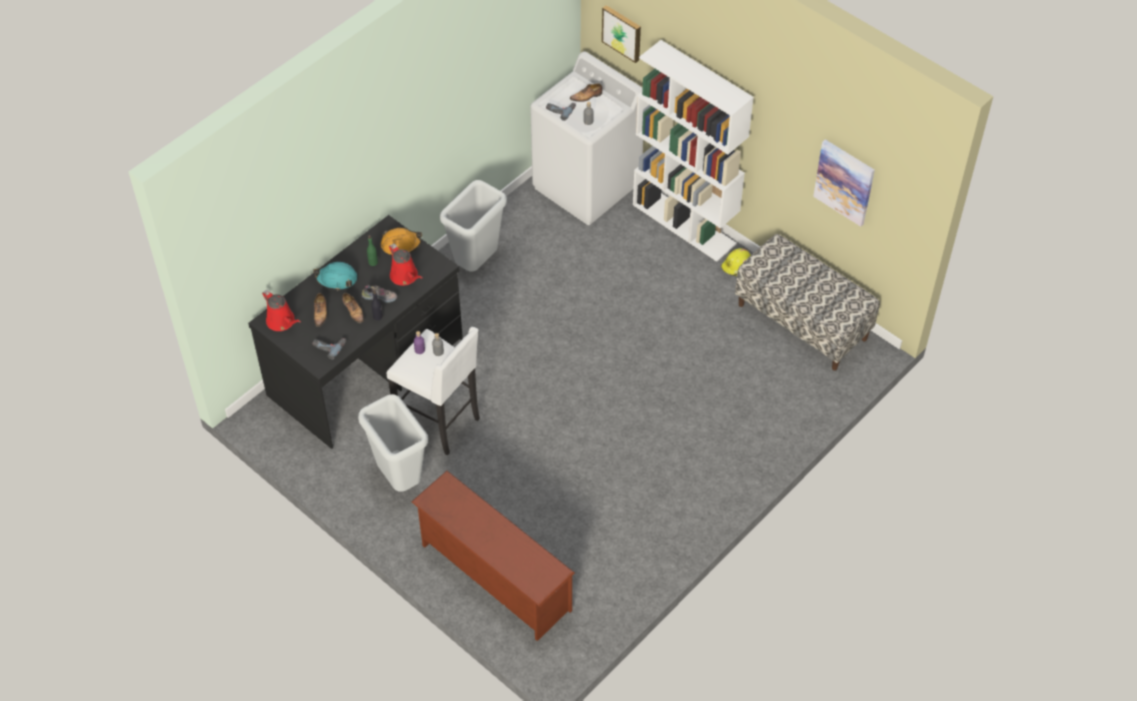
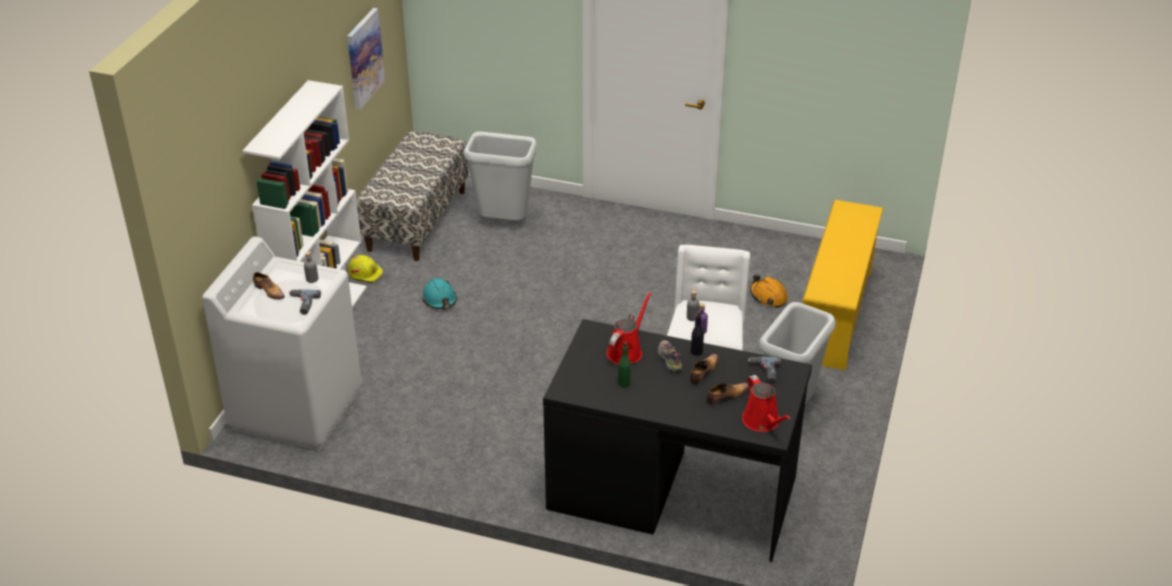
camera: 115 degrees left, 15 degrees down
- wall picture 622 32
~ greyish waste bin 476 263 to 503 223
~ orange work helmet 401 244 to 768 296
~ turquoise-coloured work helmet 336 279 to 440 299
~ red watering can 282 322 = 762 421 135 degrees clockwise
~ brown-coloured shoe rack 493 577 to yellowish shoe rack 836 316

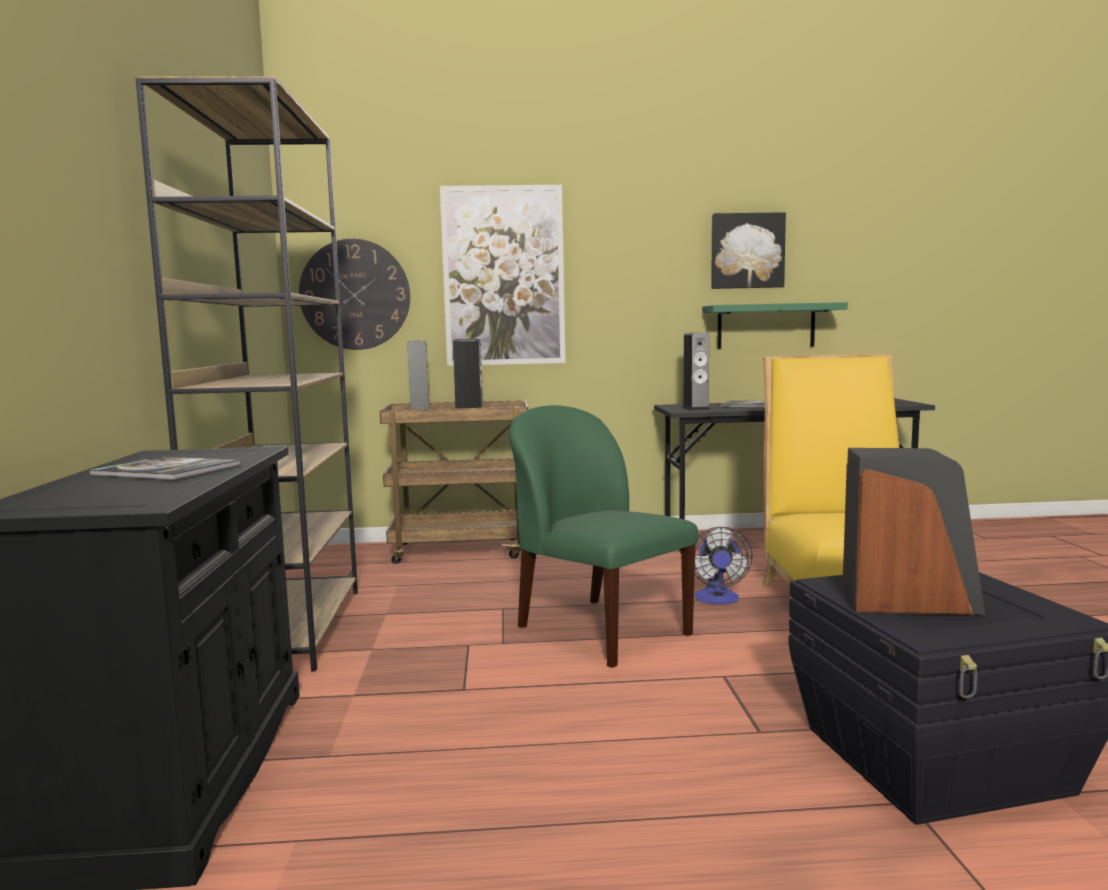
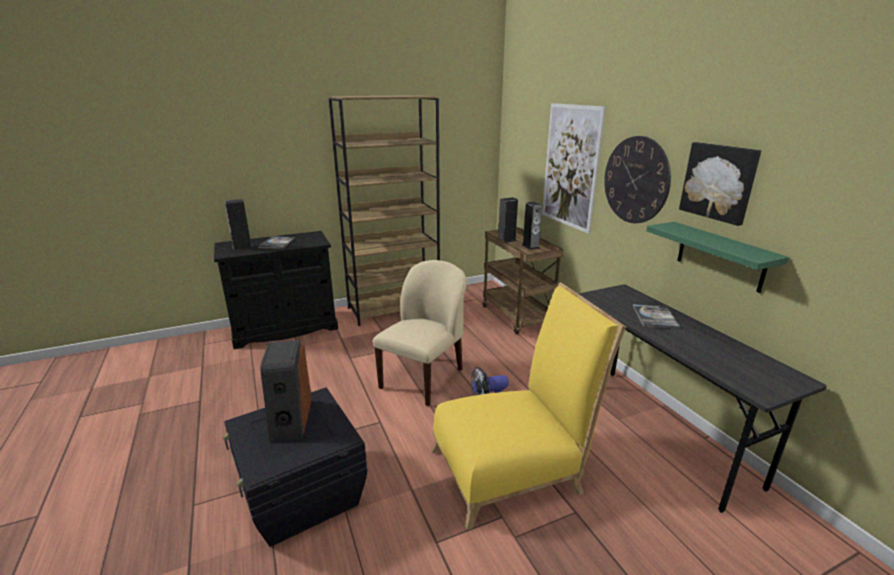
camera: 70 degrees right, 15 degrees up
~ hanging clock 355 294 to 636 180
~ loudspeaker 695 408 to 242 247
~ greenish plain chair 600 630 to sand-coloured plain chair 423 378

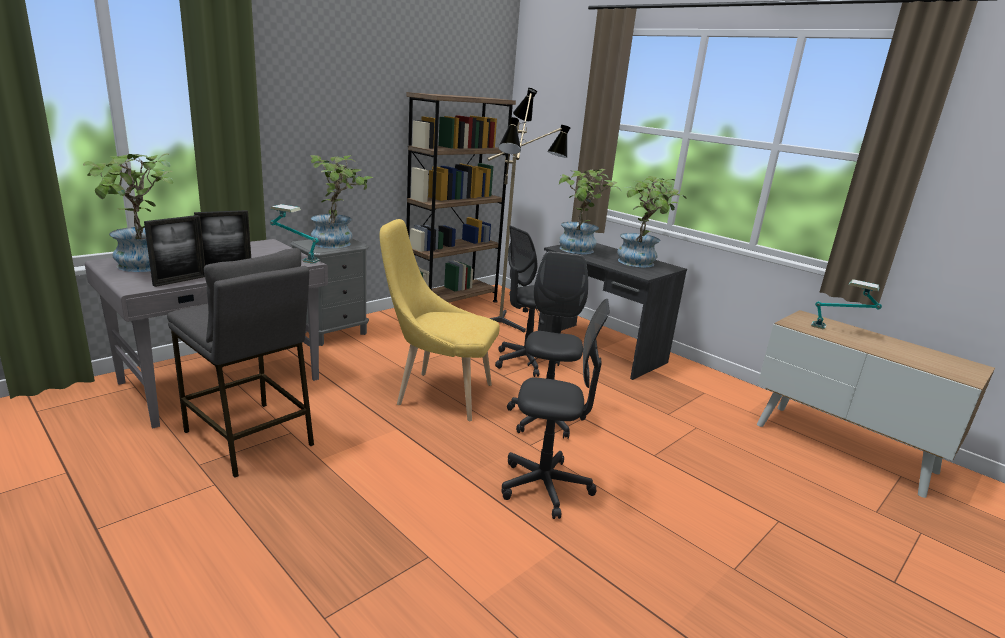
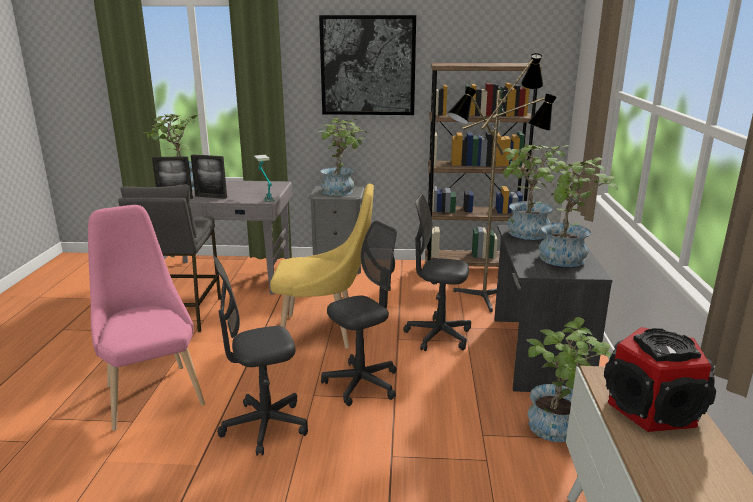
camera: 50 degrees right, 0 degrees up
~ yellowish plain chair 438 394 = 324 333 120 degrees clockwise
~ lamp for a table 839 331 to loudspeaker 652 408
~ greyish desk chair 545 487 = 265 426 105 degrees clockwise
+ wall picture 368 66
+ pink-coloured plain chair 151 392
+ potted plant 558 431

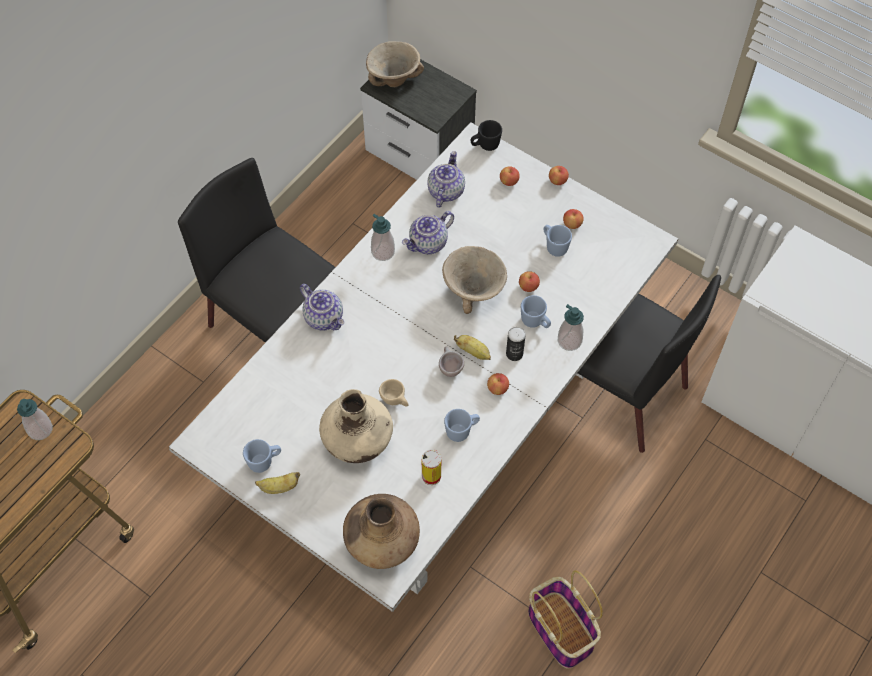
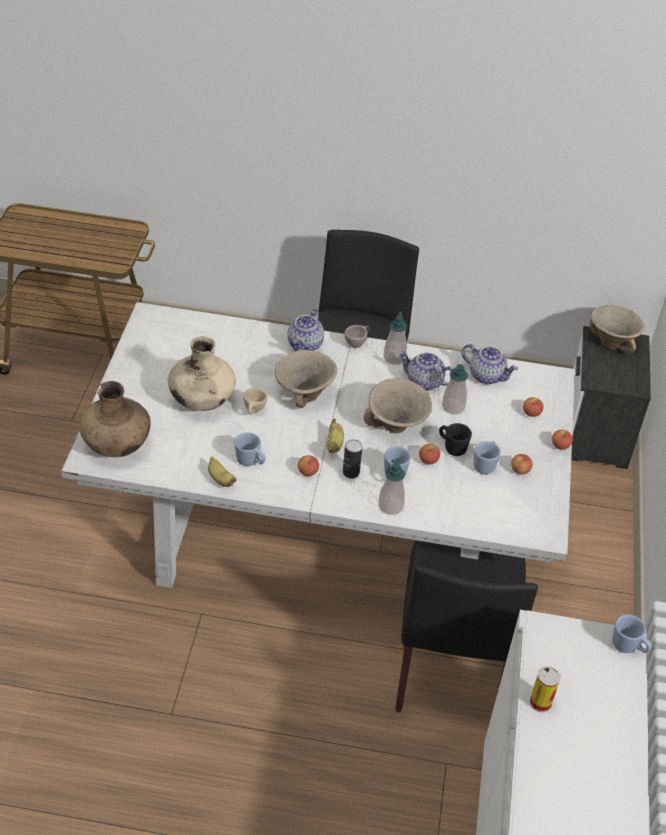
camera: 60 degrees right, 15 degrees down
~ black tea mug 485 145 to 452 447
~ teapot 445 191 = 487 376 45 degrees clockwise
~ sand-coloured cup 449 368 to 357 343
~ soap dispenser 40 429 to 453 407
~ bluish tea mug 264 461 to 628 647
~ can 431 476 to 540 702
~ whole banana 279 487 to 220 479
- storage basket 561 630
+ sand-coloured serving bowl 303 394

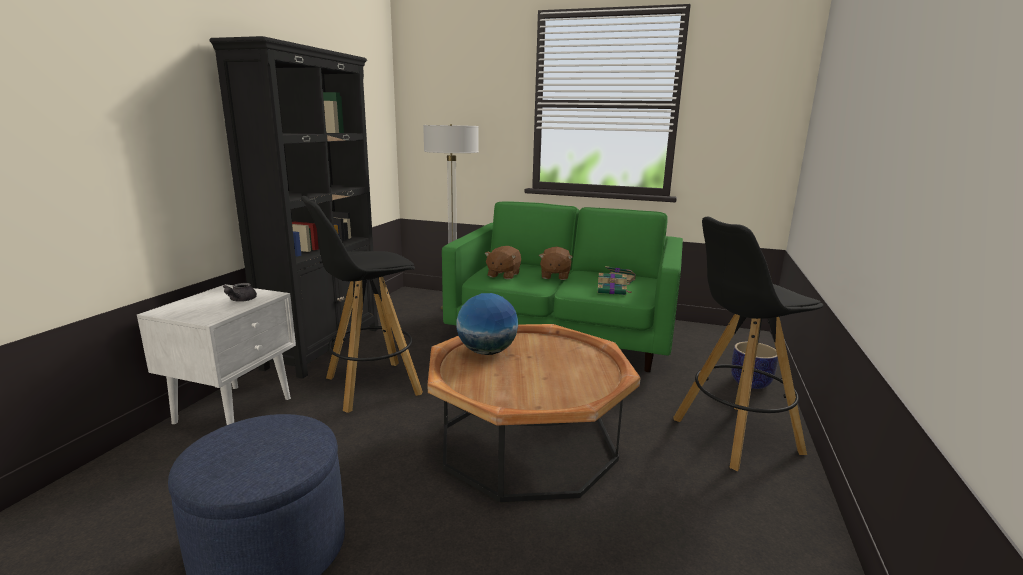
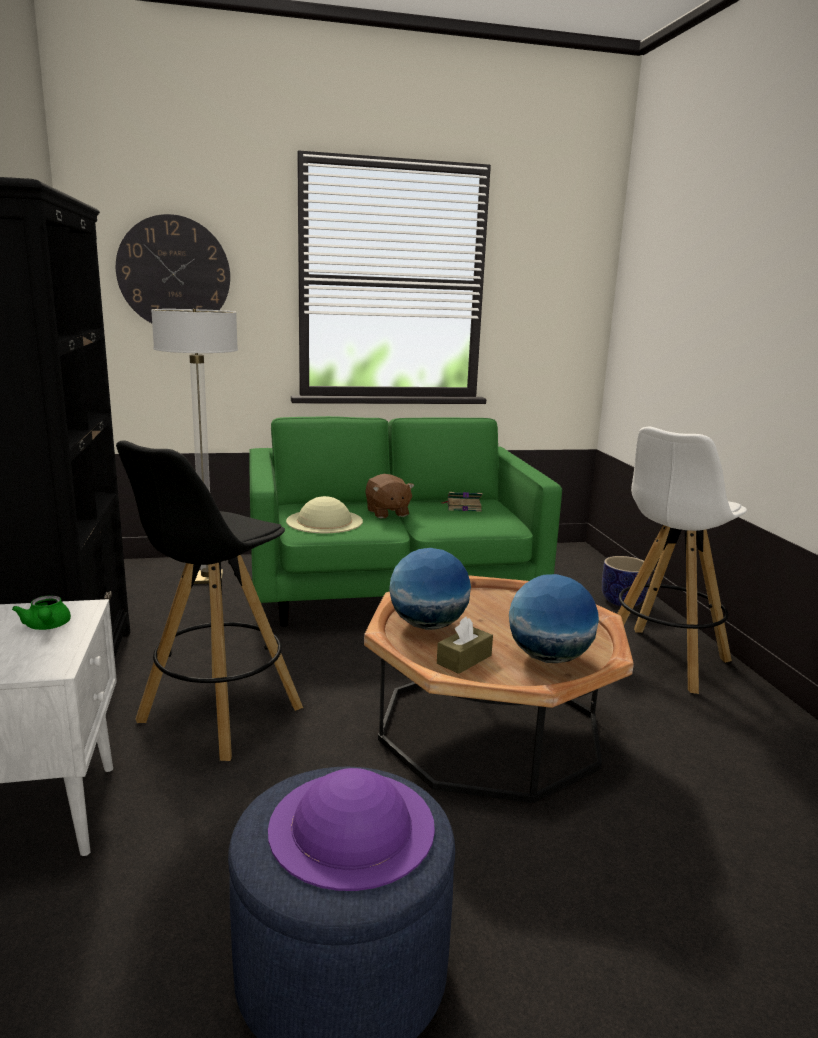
camera: 30 degrees left, 0 degrees up
~ black stool seat 734 436 to white stool seat 662 660
~ brown-coloured cuddly toy 503 275 to sand-coloured wearable hat 324 521
- bound book 612 291
~ greyish teapot 240 300 to greenish teapot 46 627
+ hanging clock 174 273
+ globe 548 657
+ brown-coloured tissue holder 464 659
+ purplish wearable hat 352 826

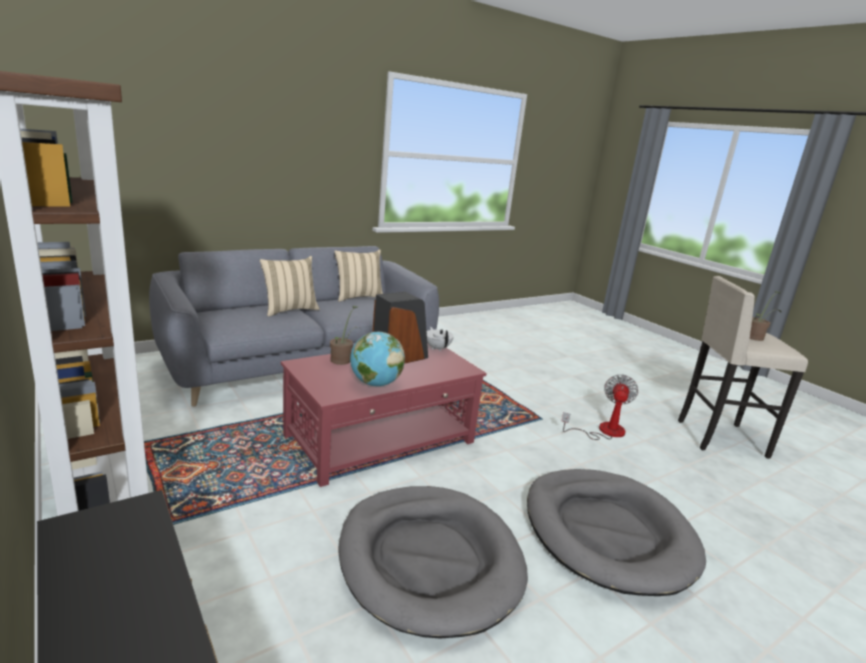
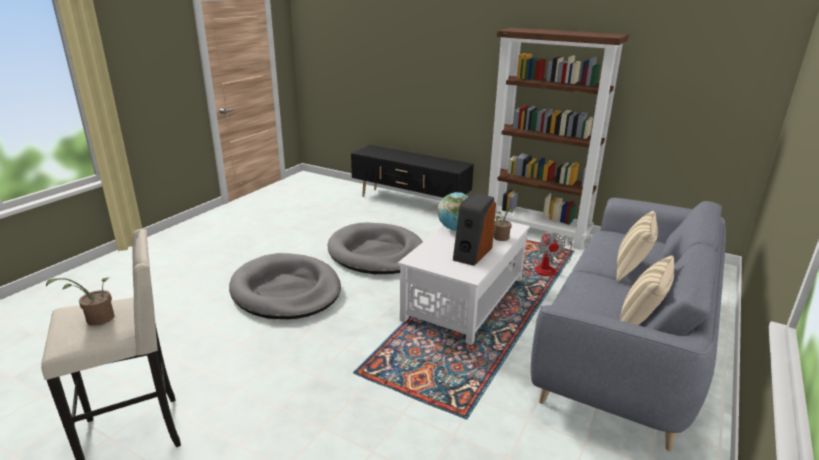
camera: 155 degrees right, 5 degrees up
- white teapot 437 348
~ red coffee table 381 439 to white coffee table 464 299
~ cooling fan 603 431 to 549 268

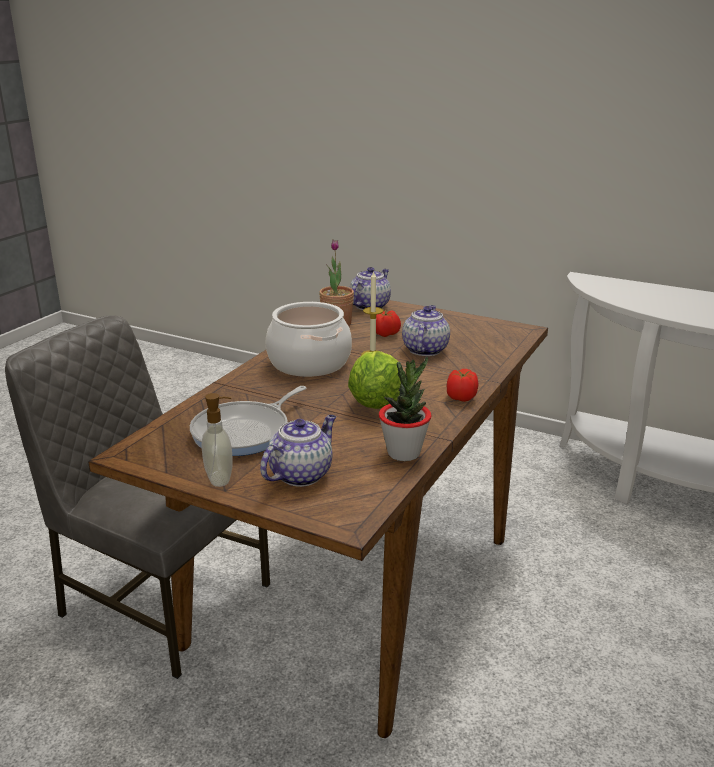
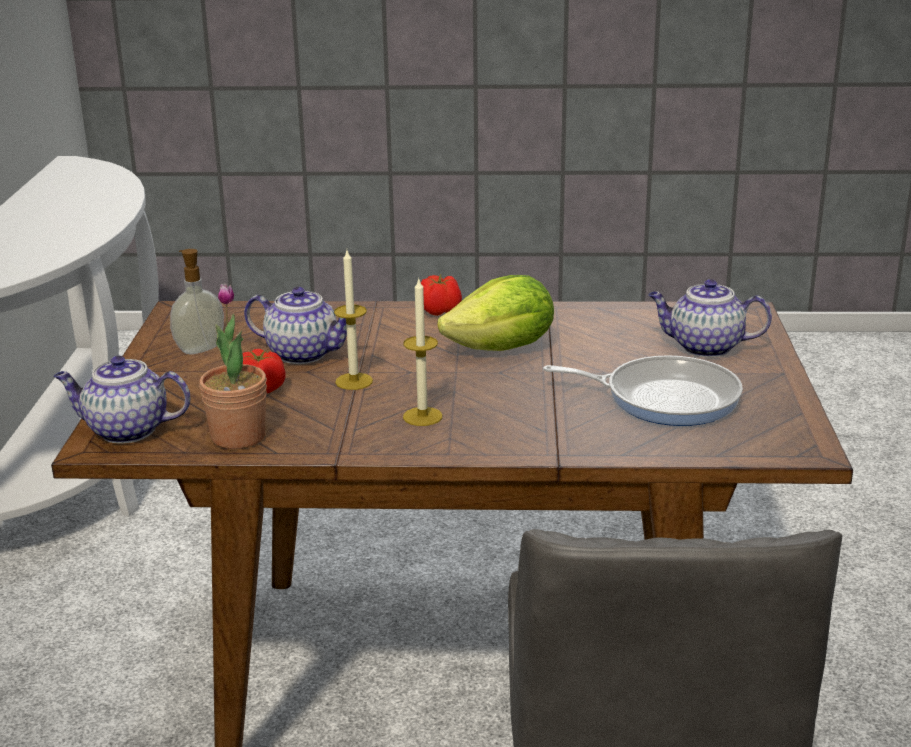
camera: 115 degrees left, 0 degrees up
~ stockpot 308 363 to candle 422 416
~ teapot 424 349 = 304 354 150 degrees counterclockwise
- potted plant 404 453
~ soap dispenser 221 479 to 199 348

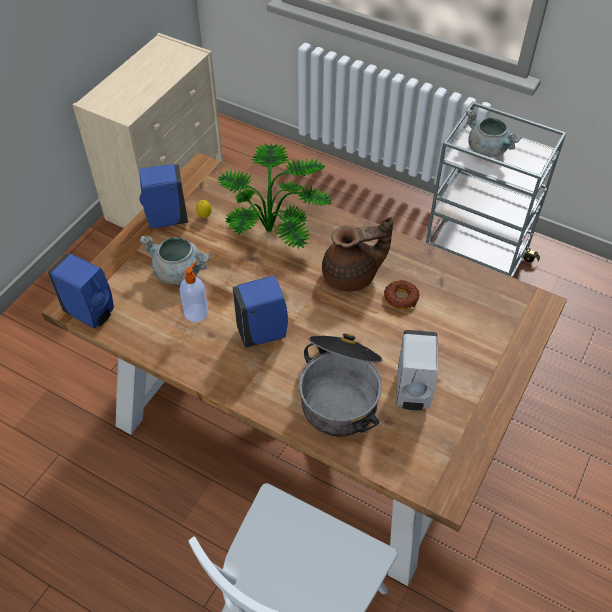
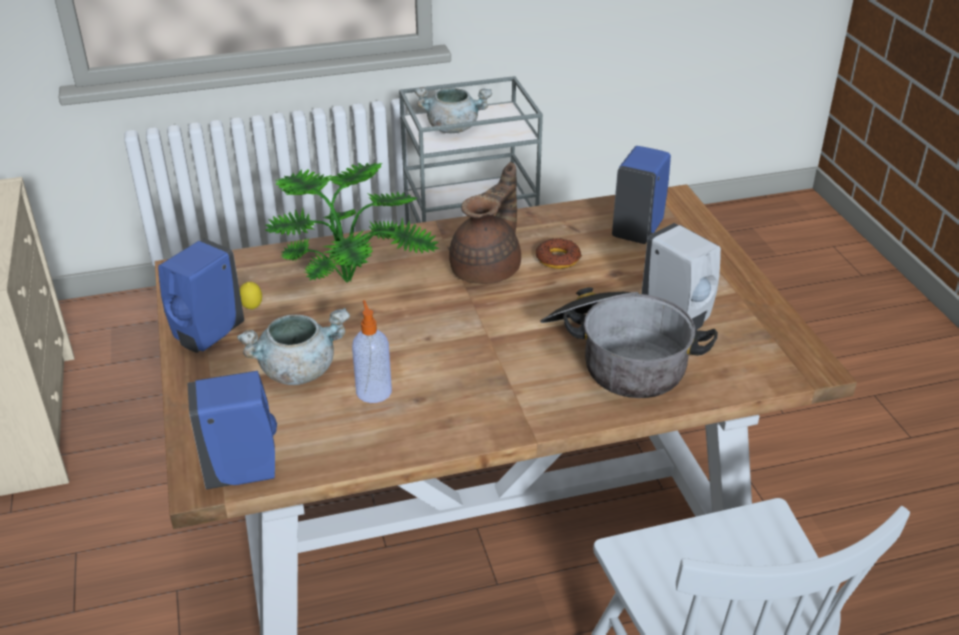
camera: 45 degrees left, 15 degrees down
~ bluish soap dispenser 264 333 to 638 230

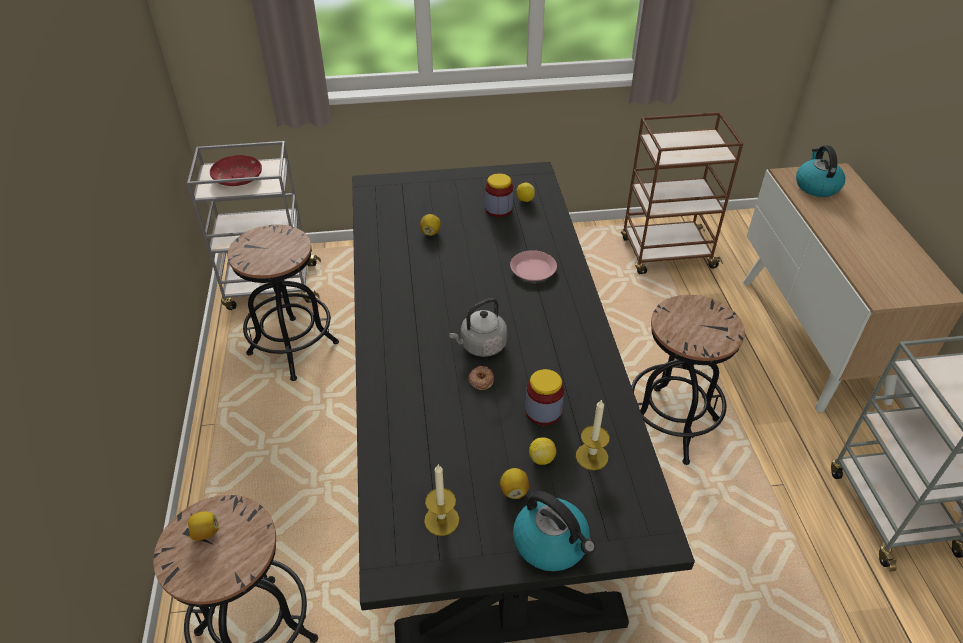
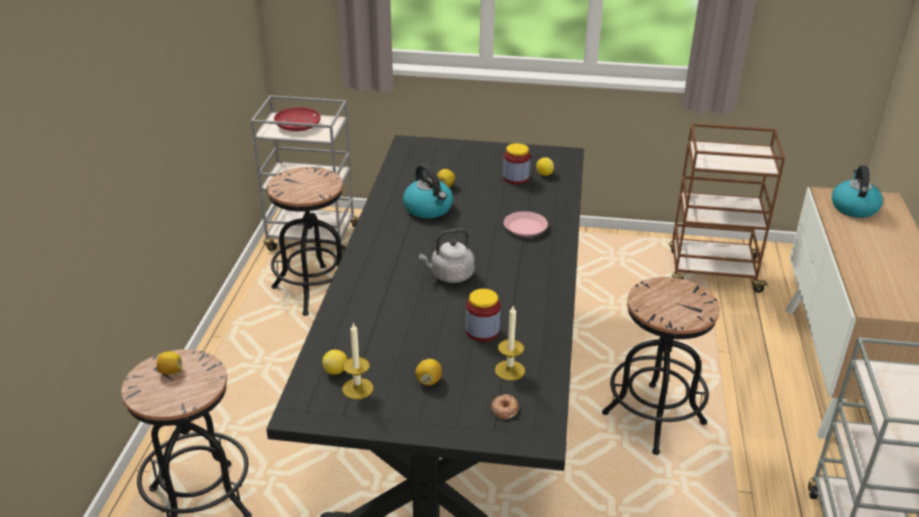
camera: 15 degrees right, 10 degrees down
~ ring doughnut 481 380 to 504 409
~ citrus fruit 542 458 to 336 371
~ kettle 552 543 to 429 209

